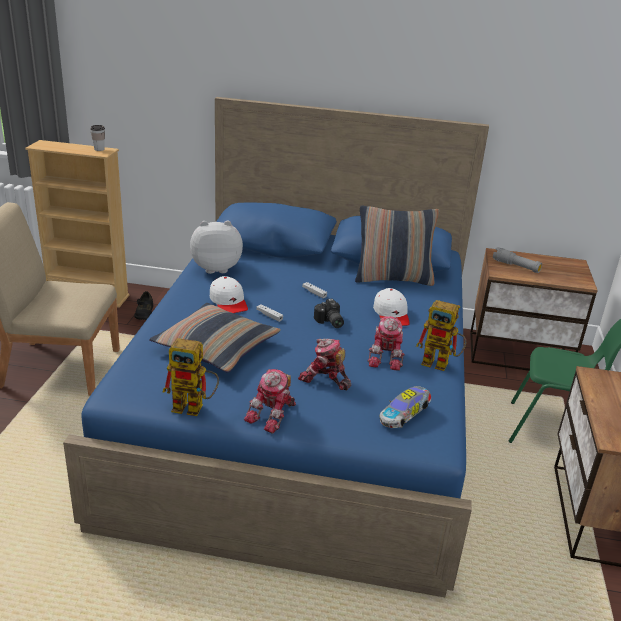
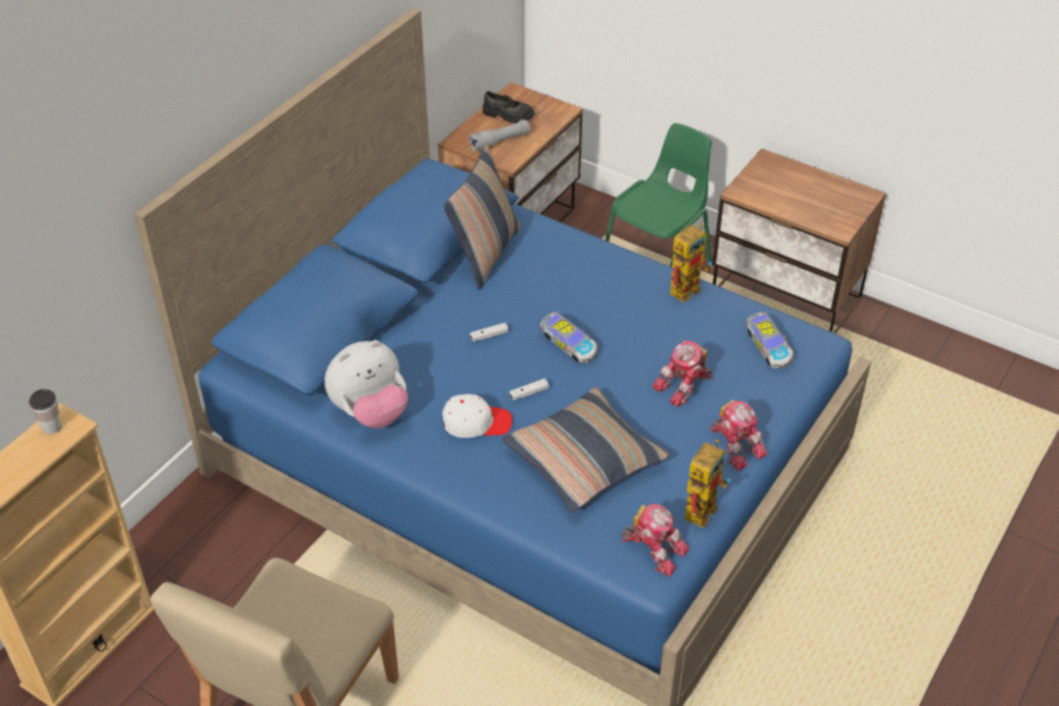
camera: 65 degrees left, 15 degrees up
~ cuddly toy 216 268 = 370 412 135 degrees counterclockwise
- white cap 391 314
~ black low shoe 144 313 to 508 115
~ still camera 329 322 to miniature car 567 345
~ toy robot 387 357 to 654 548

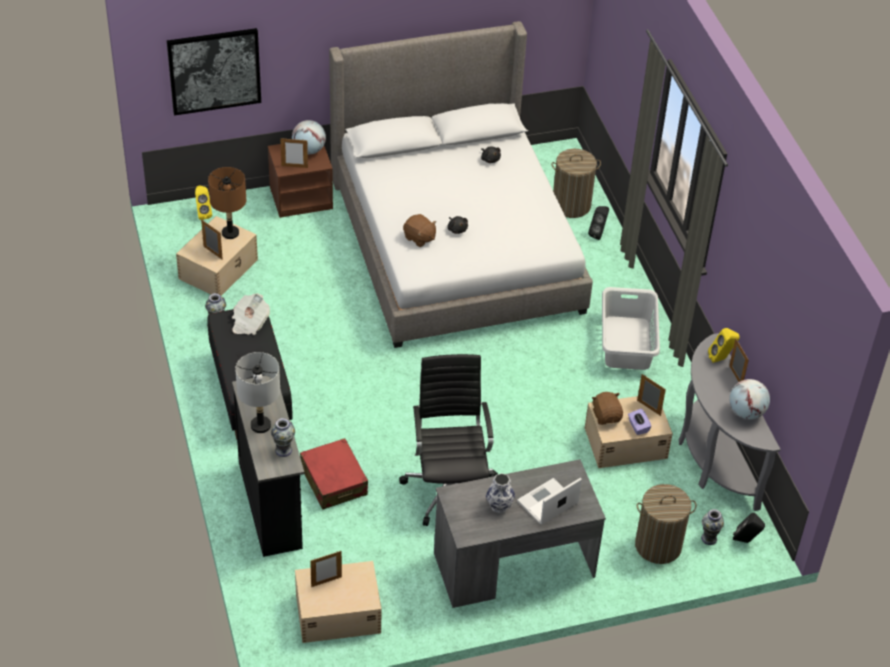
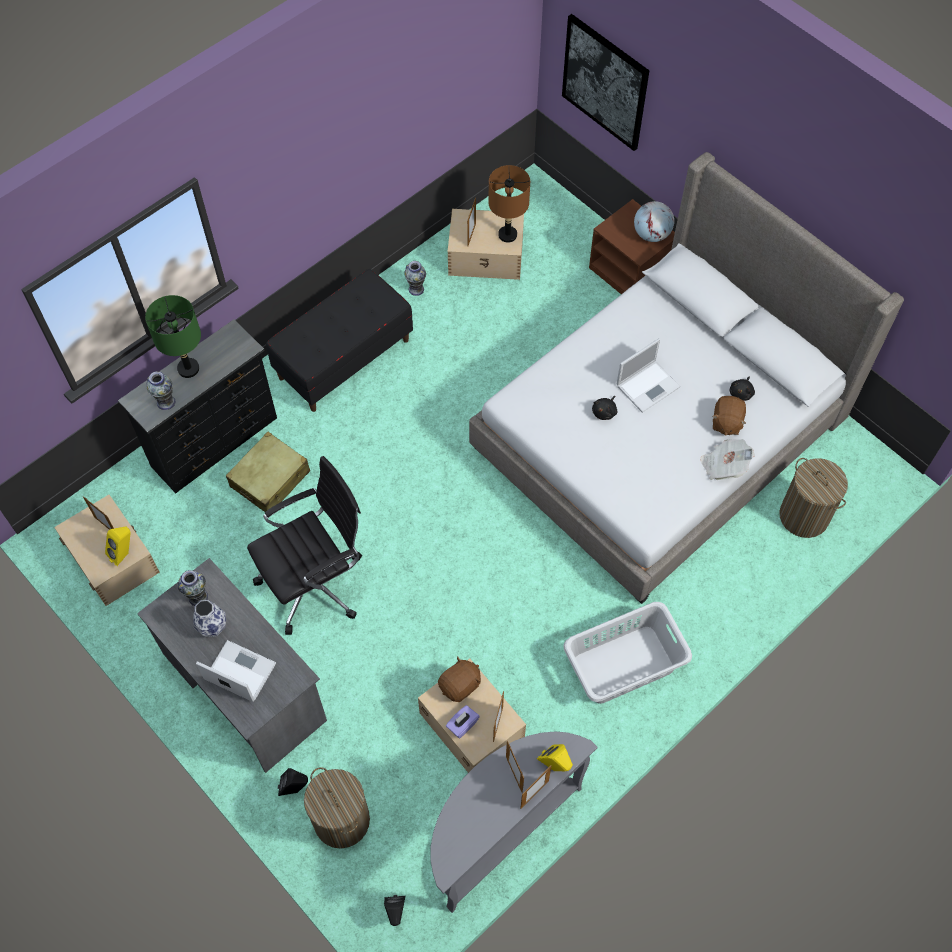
camera: 65 degrees right, 15 degrees up
~ picture frame 294 166 to 514 774
~ yellowish loudspeaker 203 214 to 124 554
~ black loudspeaker 598 233 to 295 789
~ brown-coloured cuddly toy 419 238 to 726 422
~ newspaper 249 322 to 724 465
~ greyish lamp for a table 260 425 to greenish lamp for a table 188 368
- globe 746 412
~ red suitcase 333 481 to sand-coloured suitcase 270 479
~ decorative vase 709 538 to 198 597
+ notebook computer 648 385

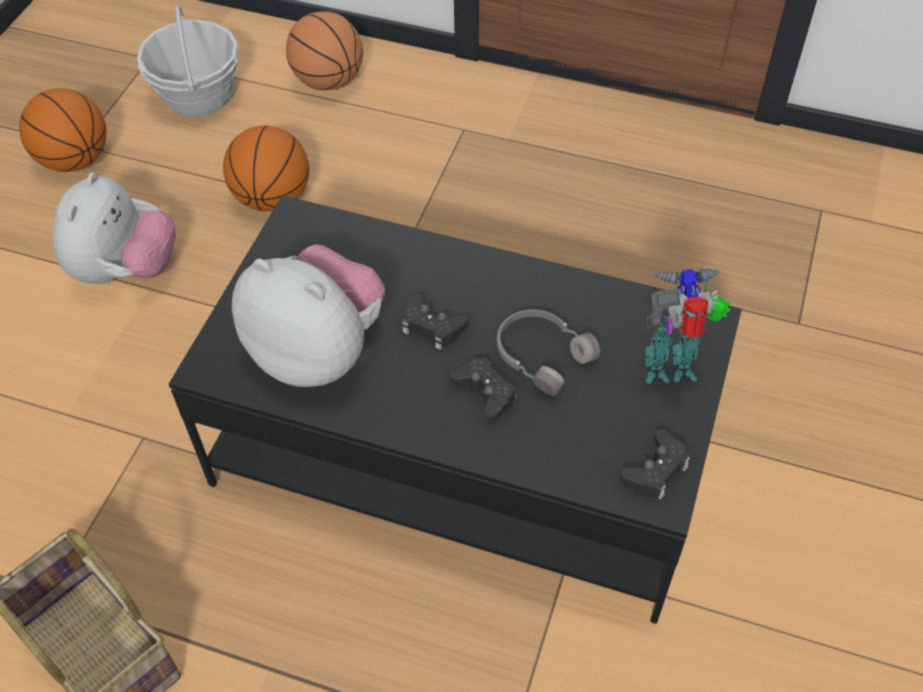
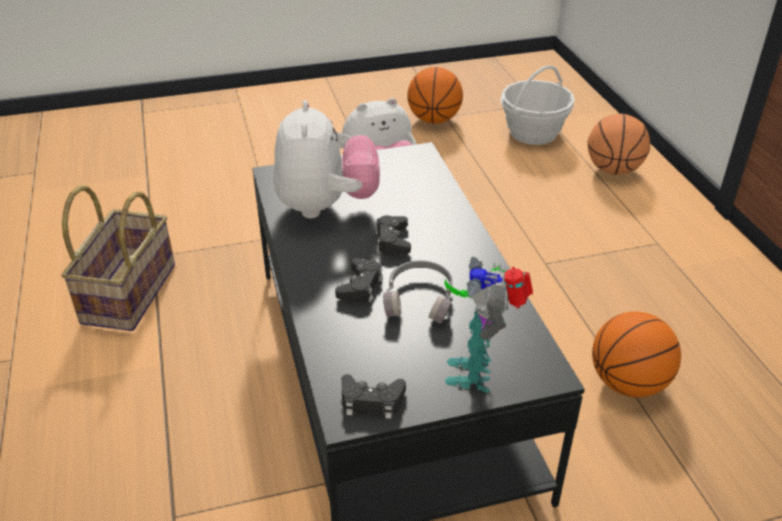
camera: 55 degrees right, 15 degrees down
~ basketball 272 198 to 628 383
~ toy robot 672 370 = 476 372 135 degrees counterclockwise

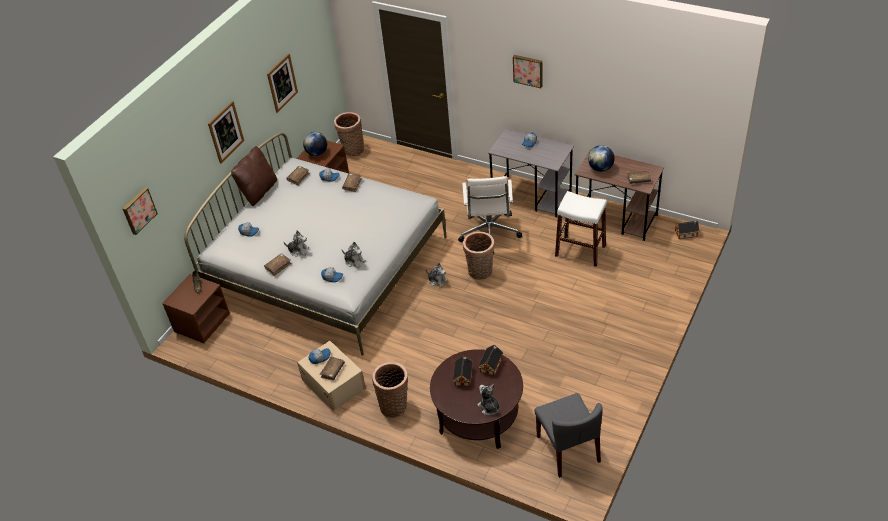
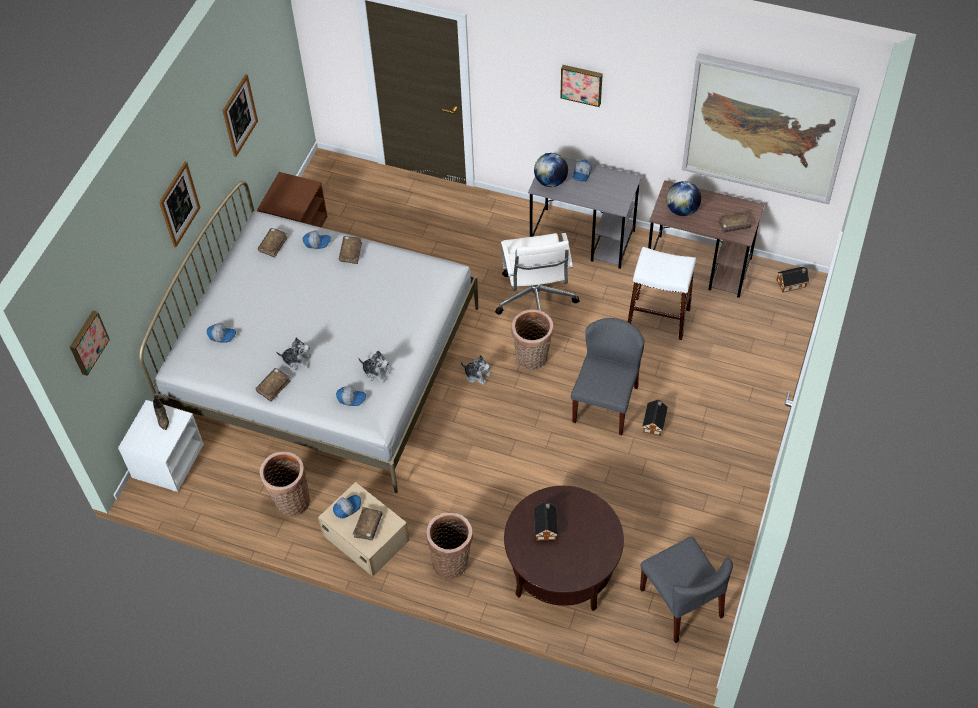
camera: 10 degrees left, 10 degrees up
~ storage basket 352 150 to 290 501
~ globe 317 153 to 550 181
- brown-coloured throw pillow 259 192
~ brown-coloured bedside table 202 322 to white bedside table 167 460
~ model house 491 365 to 654 422
- cuddly toy 489 407
+ wall picture 766 128
+ greyish plain chair 605 404

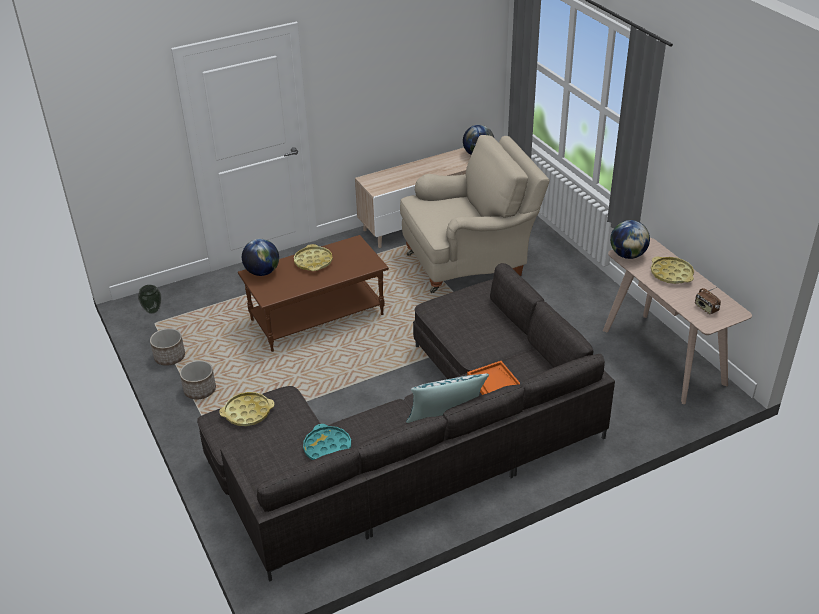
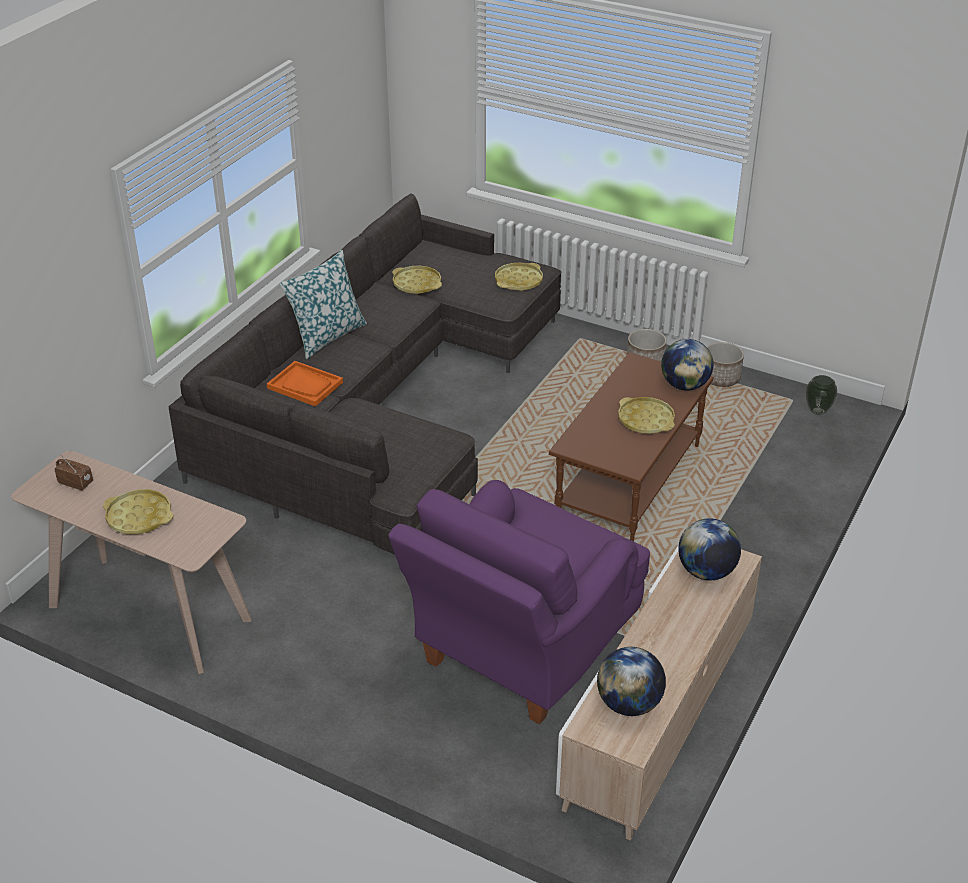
camera: 145 degrees right, 0 degrees up
~ sand-coloured easy chair 469 262 to purplish easy chair 522 650
~ globe 627 255 to 706 572
~ turquoise-coloured serving tray 327 448 to yellowish serving tray 417 284

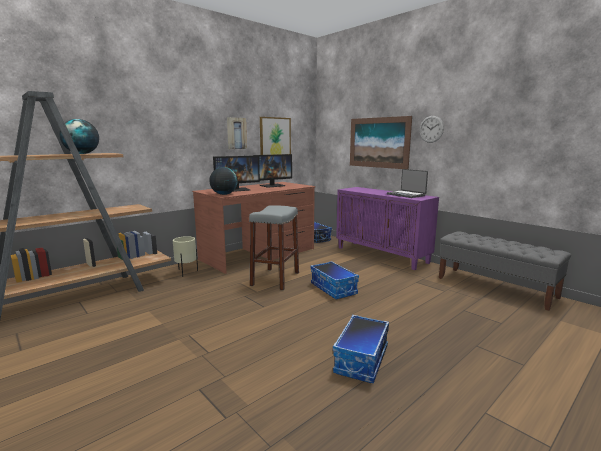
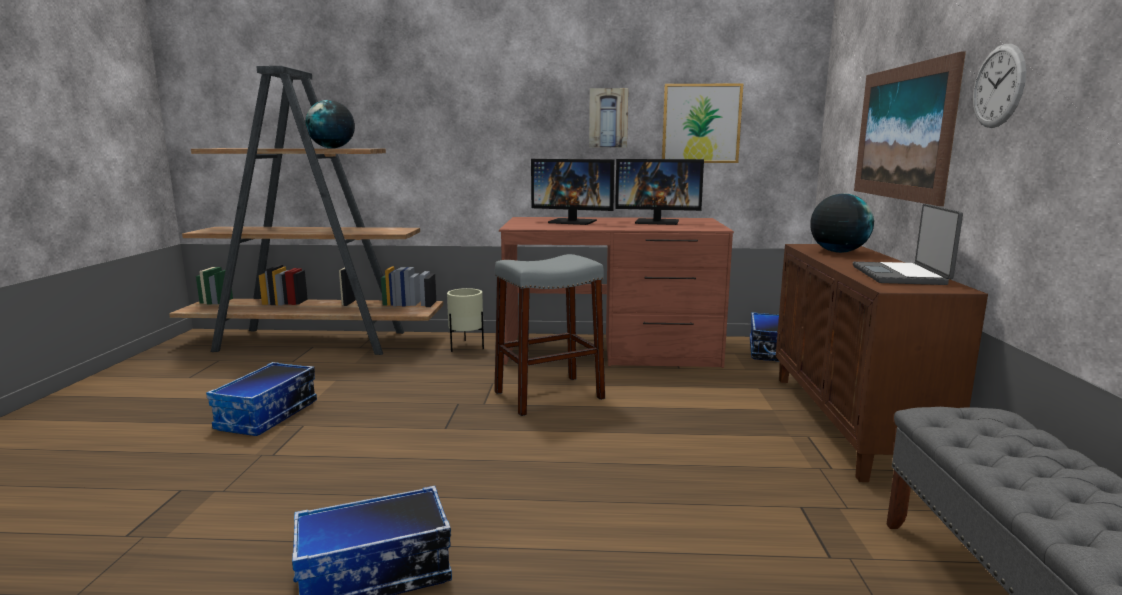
camera: 45 degrees right, 0 degrees up
~ globe 224 194 to 838 252
~ purplish cabinet 382 255 to brown-coloured cabinet 850 423
~ storage container 334 289 to 268 416

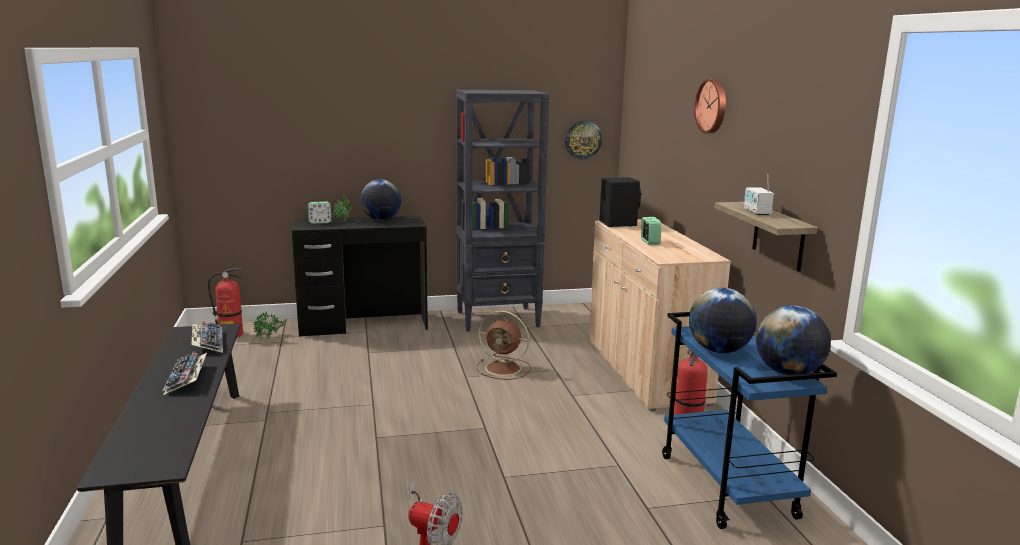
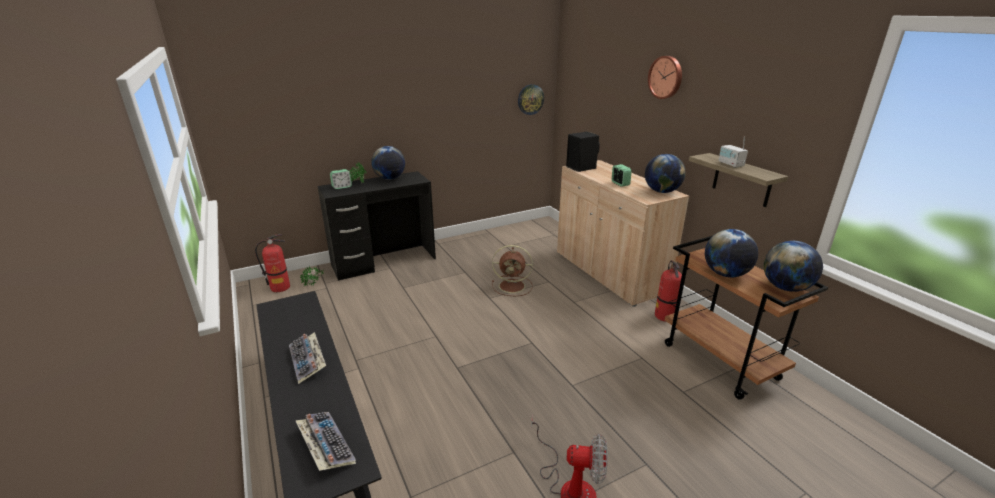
camera: 15 degrees left, 10 degrees up
- black bookcase 499 319
~ bluish trolley 728 487 to brown-coloured trolley 721 362
~ PC keyboard 207 343 to 325 445
+ globe 661 191

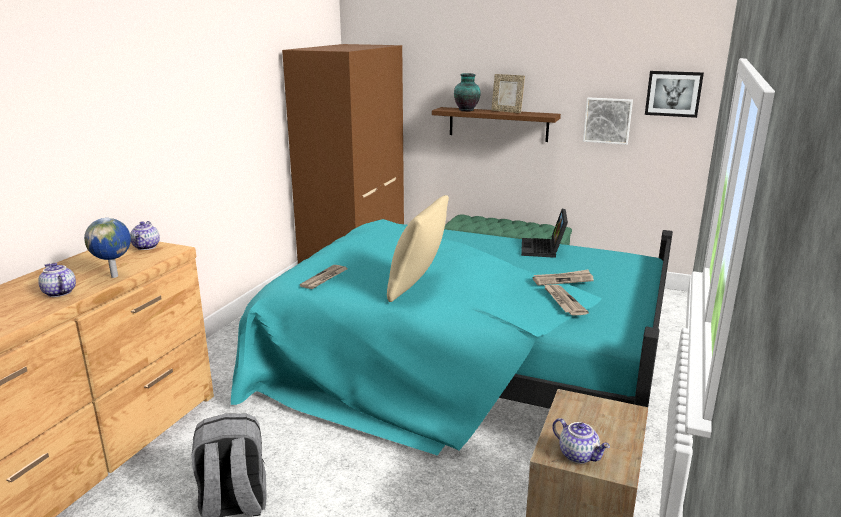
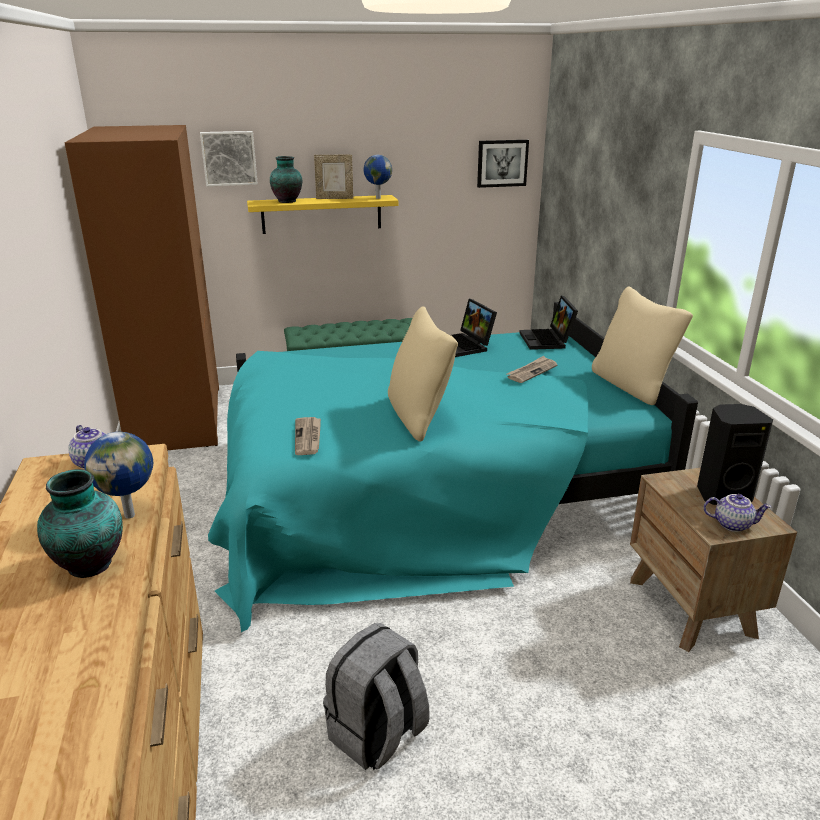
camera: 35 degrees left, 5 degrees up
~ wall picture 607 120 to 229 158
~ brown-coloured wall shelf 498 124 to yellowish wall shelf 321 214
~ teapot 58 293 to decorative vase 90 566
- newspaper 563 301
+ globe 377 198
+ sand-coloured throw pillow 632 386
+ notebook computer 547 340
+ black loudspeaker 722 494

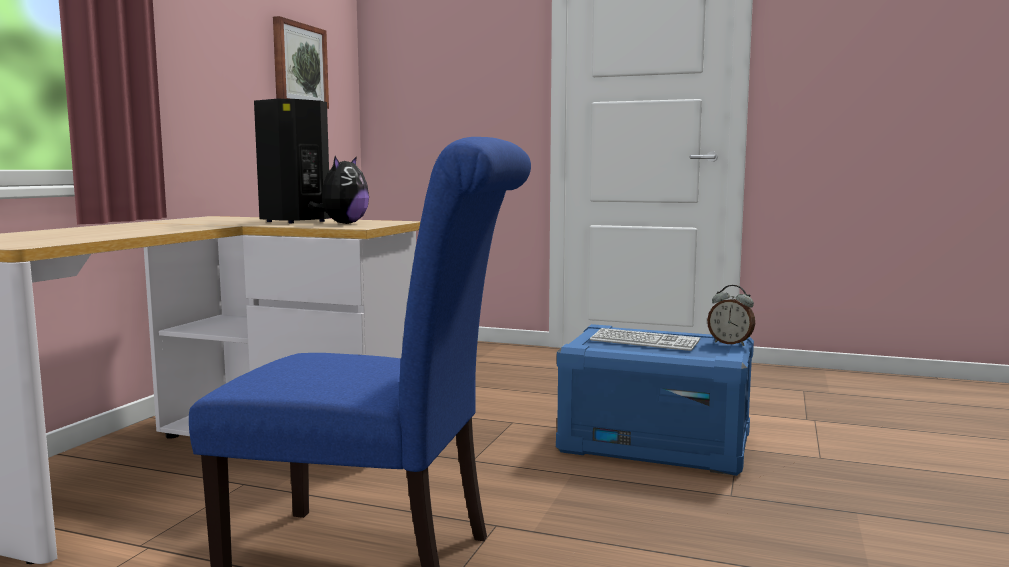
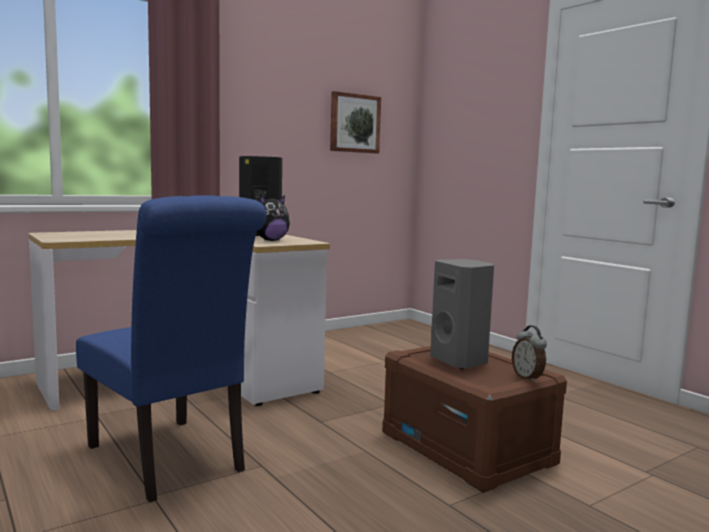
camera: 35 degrees right, 0 degrees up
~ bluish storage container 656 442 to brown-coloured storage container 467 449
~ PC keyboard 644 341 to greyish loudspeaker 460 361

